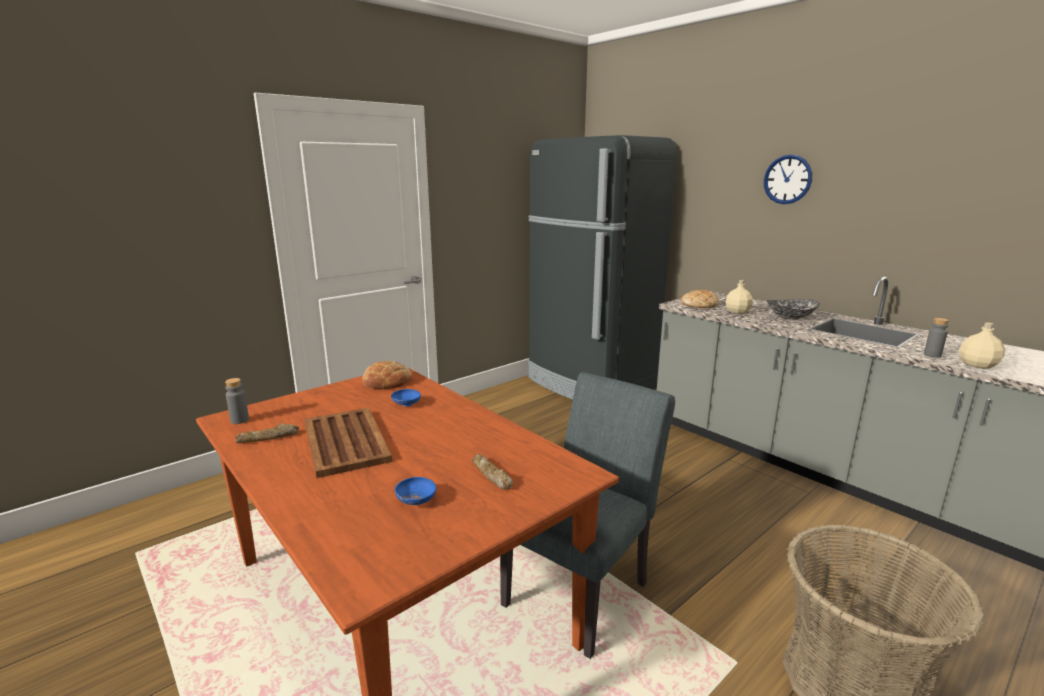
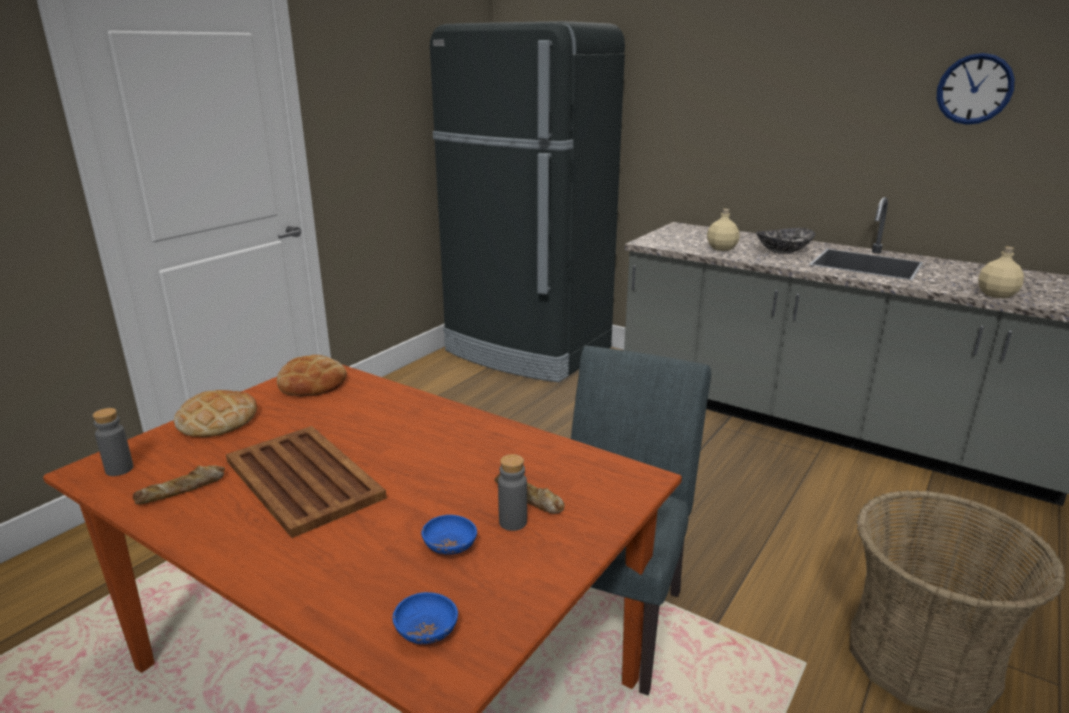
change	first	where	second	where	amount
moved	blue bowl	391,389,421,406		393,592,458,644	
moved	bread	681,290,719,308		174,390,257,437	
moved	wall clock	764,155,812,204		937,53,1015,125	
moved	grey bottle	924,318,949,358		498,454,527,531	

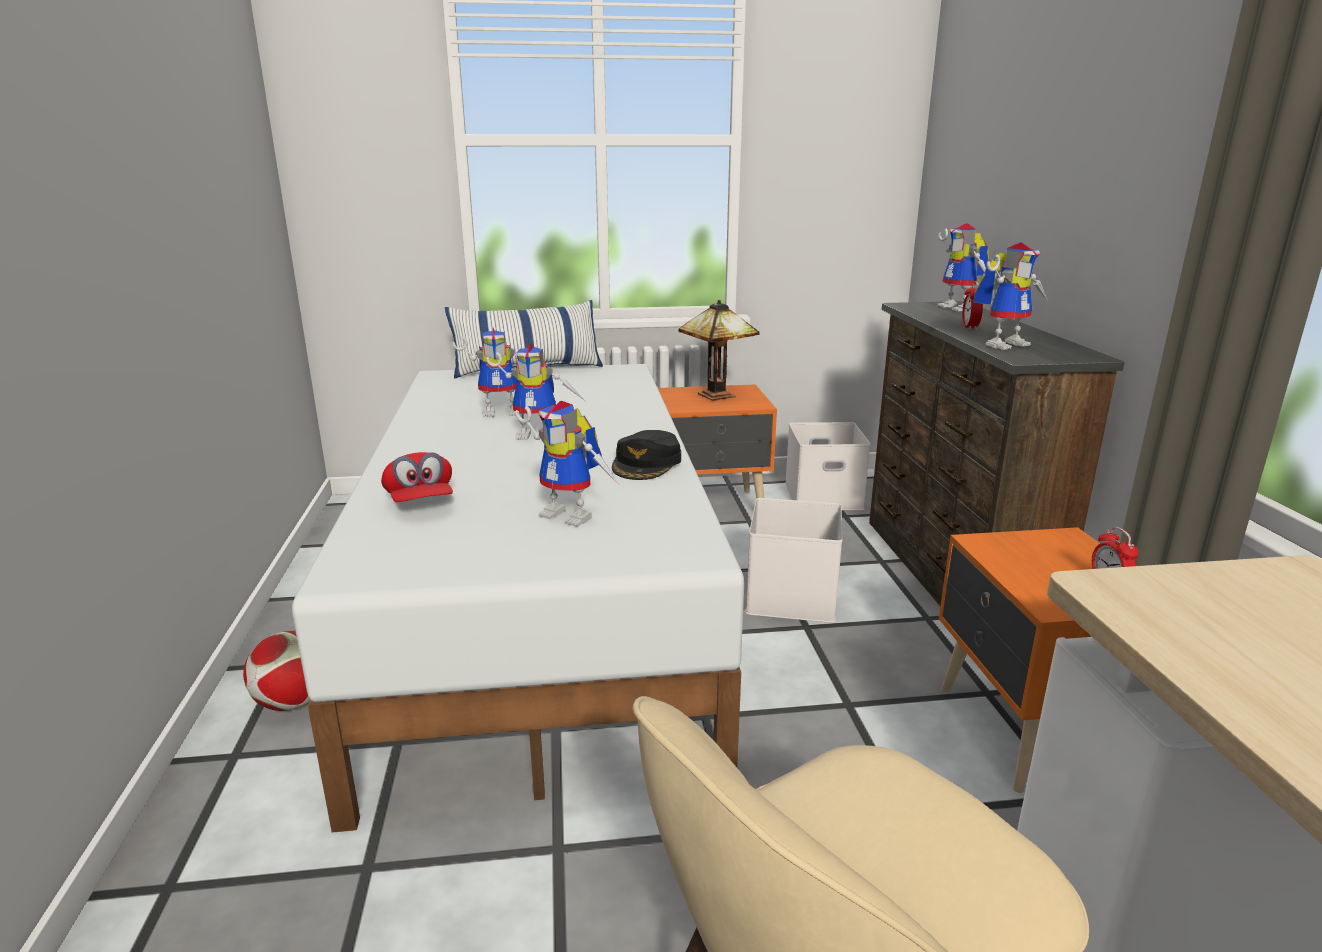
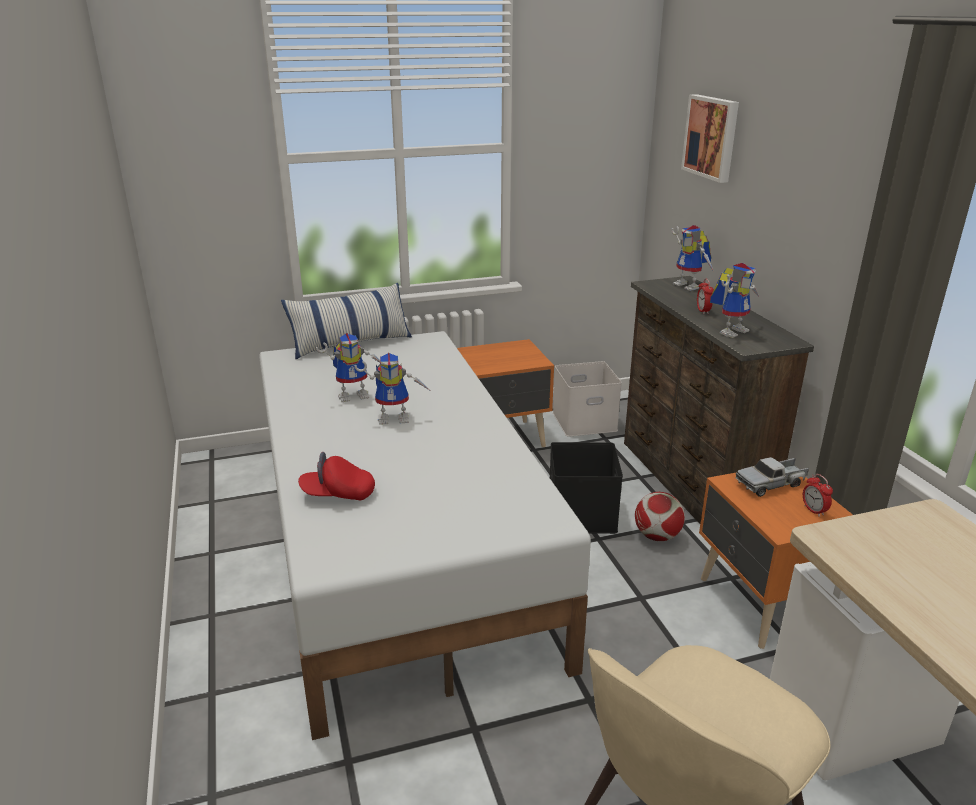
change	first	where	second	where	amount
moved	football	243,631,310,711		635,492,685,541	
turned	red cap	381,452,453,502		298,452,375,500	120 degrees clockwise
removed	toy robot	515,401,620,527			
removed	black cap	612,430,681,480			
removed	table lamp	678,300,760,401			
recoloured	white storage box	745,498,843,623	black storage box	550,442,623,534	
added			picture	681,94,739,183	
added			toy truck	736,457,809,497	

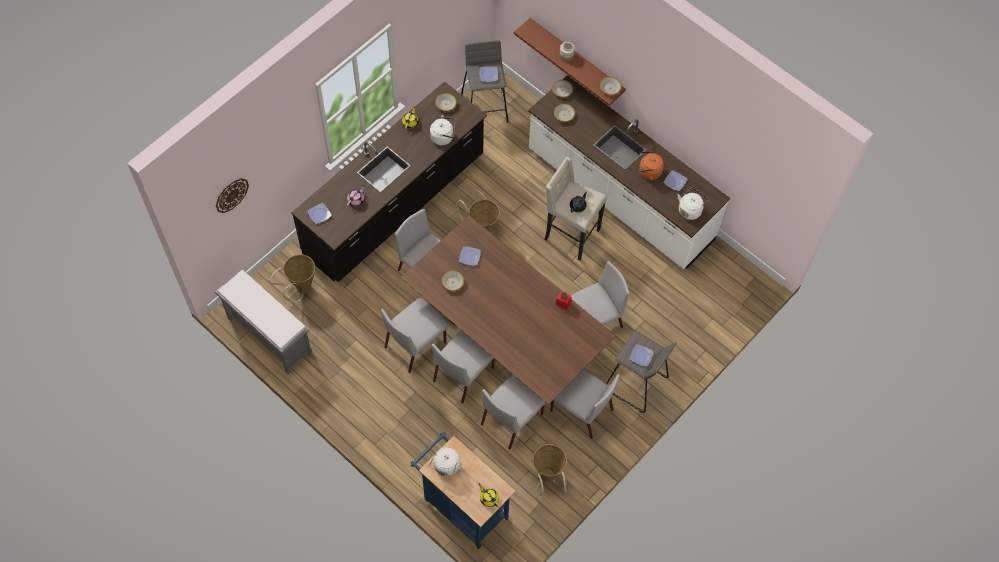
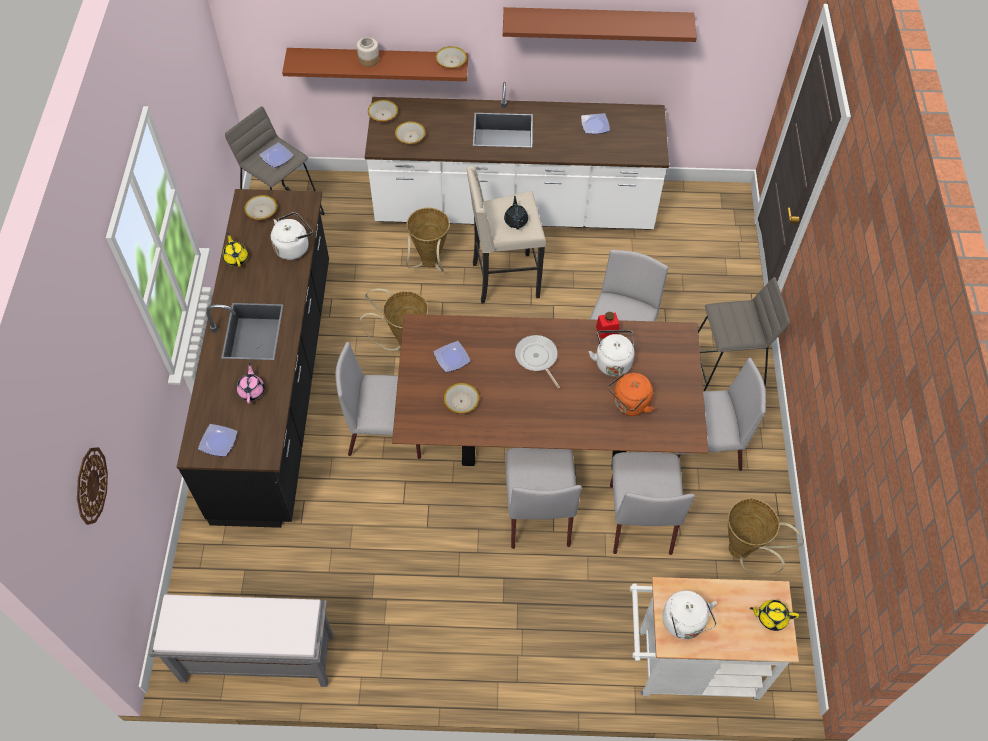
change	first	where	second	where	amount
moved	basket	269,254,315,302		406,207,450,272	
removed	grey chair	381,298,448,373			
recoloured	blue cart	411,432,515,549	white cart	630,577,799,701	
removed	plate	630,344,654,367			
moved	orange kettle	639,151,664,181		608,373,654,416	
moved	white kettle	678,187,709,220		589,330,635,377	
added			brown shelf	503,7,697,42	
added			frying pan	515,335,560,388	

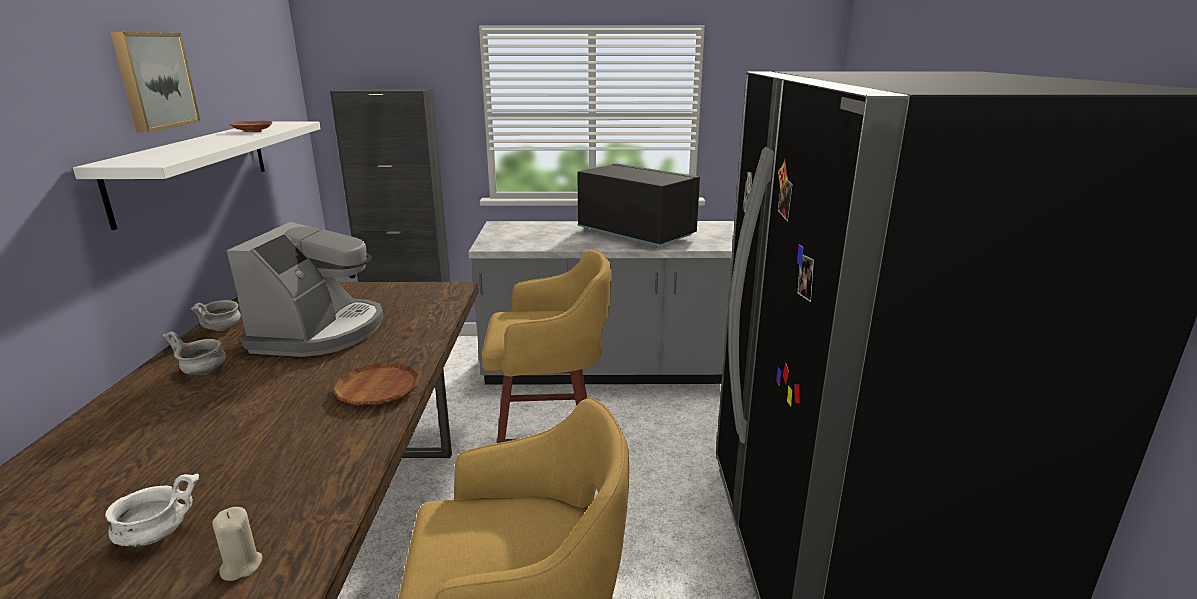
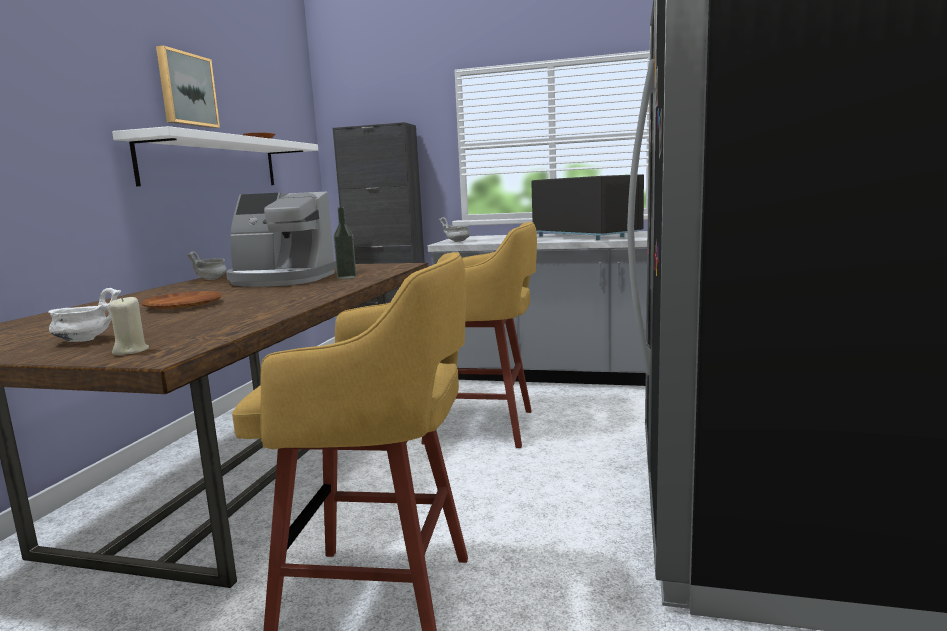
change	first	where	second	where	amount
moved	grey bowl	162,332,226,375		439,217,470,242	
turned	coffee machine	227,222,383,357		226,192,336,287	75 degrees clockwise
moved	brown plate	332,363,420,406		141,291,222,309	
added			bottle	334,207,356,279	

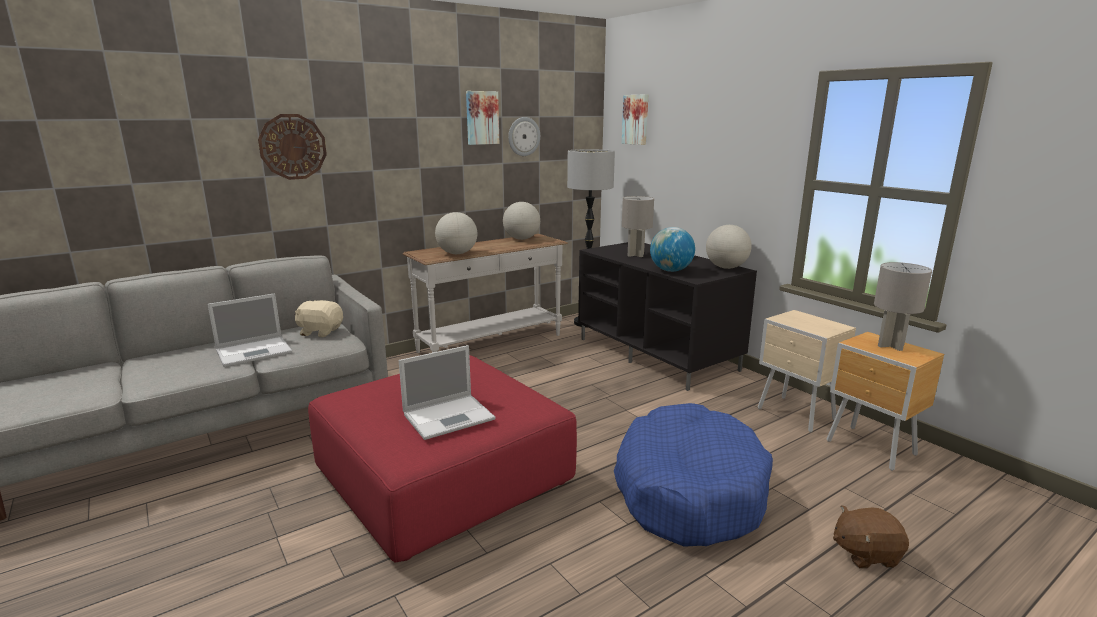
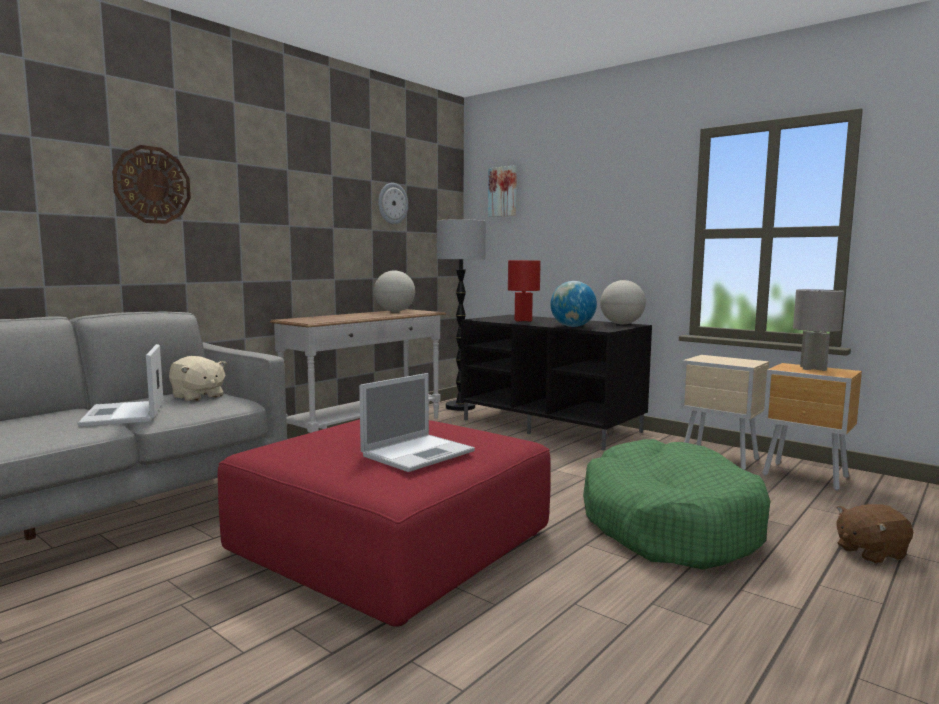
change	first	where	second	where	amount
turned	laptop	207,293,292,367		77,344,163,427	120 degrees clockwise
turned	beige plush toy	295,300,343,337		169,356,227,402	135 degrees counterclockwise
removed	globe	435,212,477,254			
removed	picture	466,91,499,145			
recoloured	blue dog bed	614,403,773,547	green dog bed	583,439,771,570	
recoloured	grey table lamp	622,196,654,257	red table lamp	508,260,541,321	

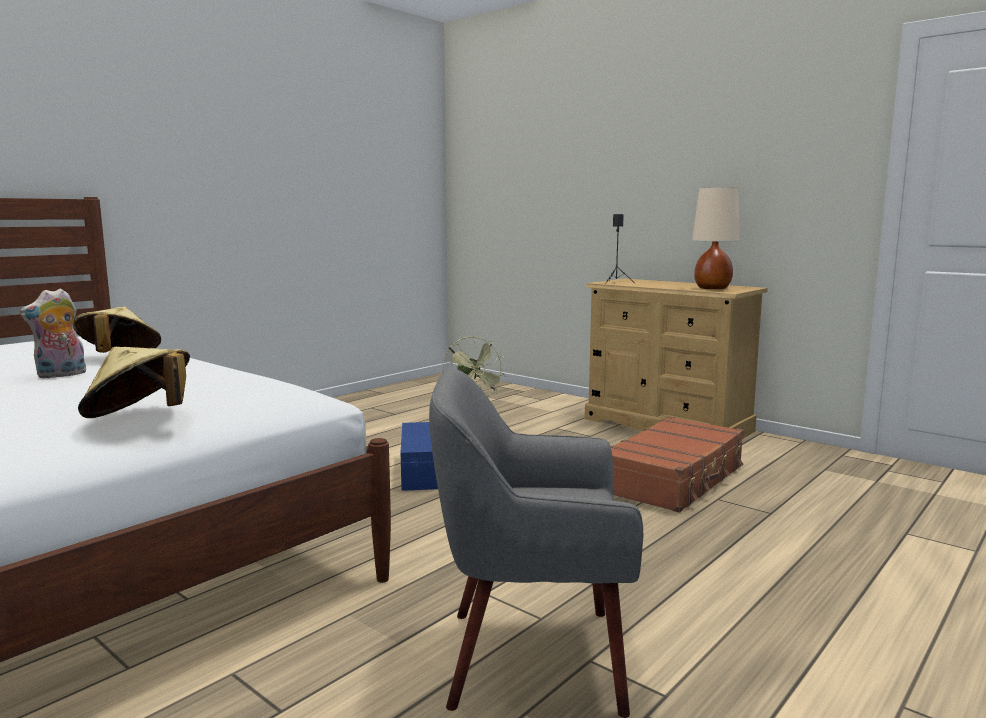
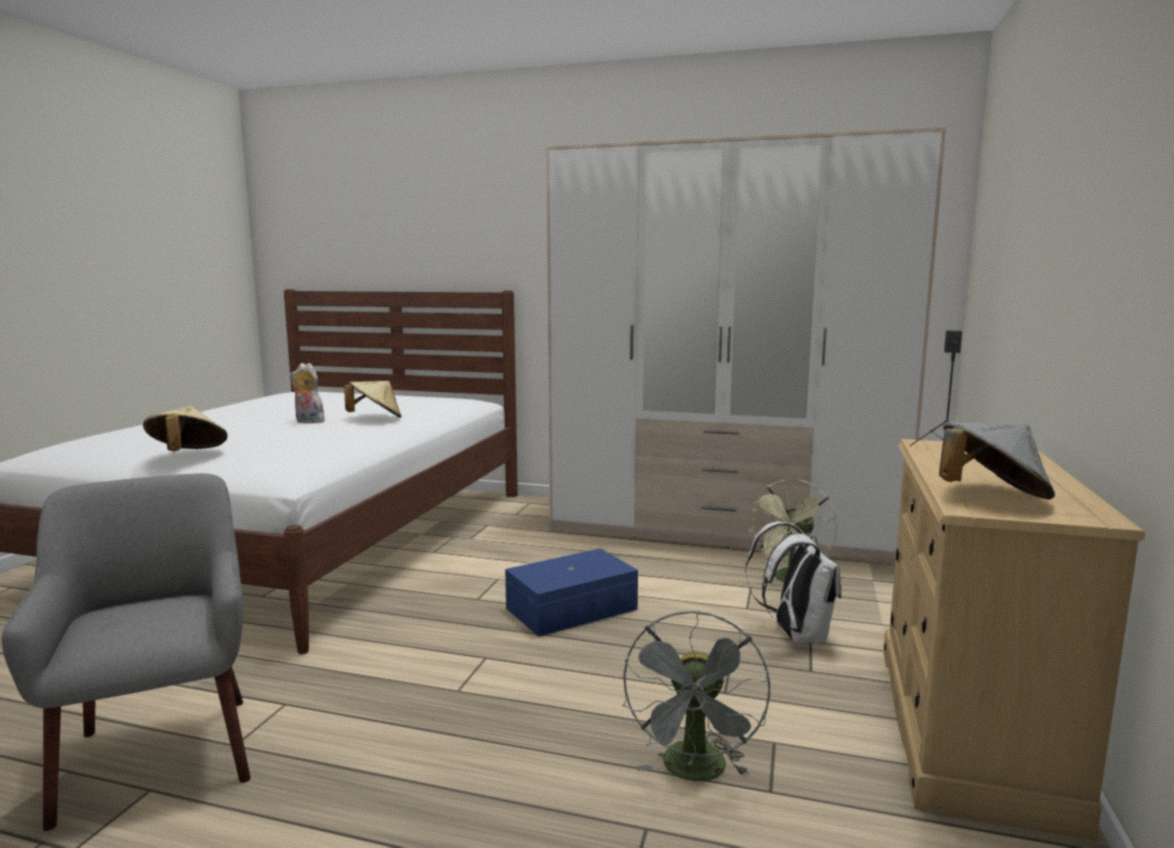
change	first	where	second	where	amount
replaced	brown suitcase	610,416,744,513	grey fan	623,611,770,781	
replaced	beige table lamp	692,187,739,289	grey hat	939,422,1055,500	
added			wardrobe	546,127,946,563	
added			white backpack	745,522,841,643	

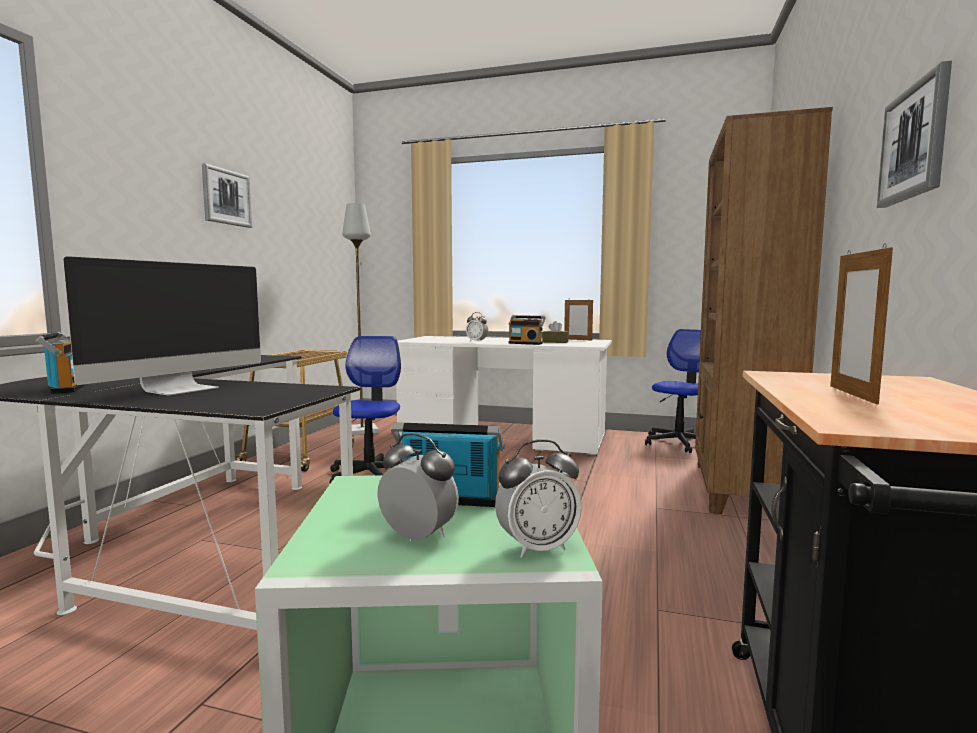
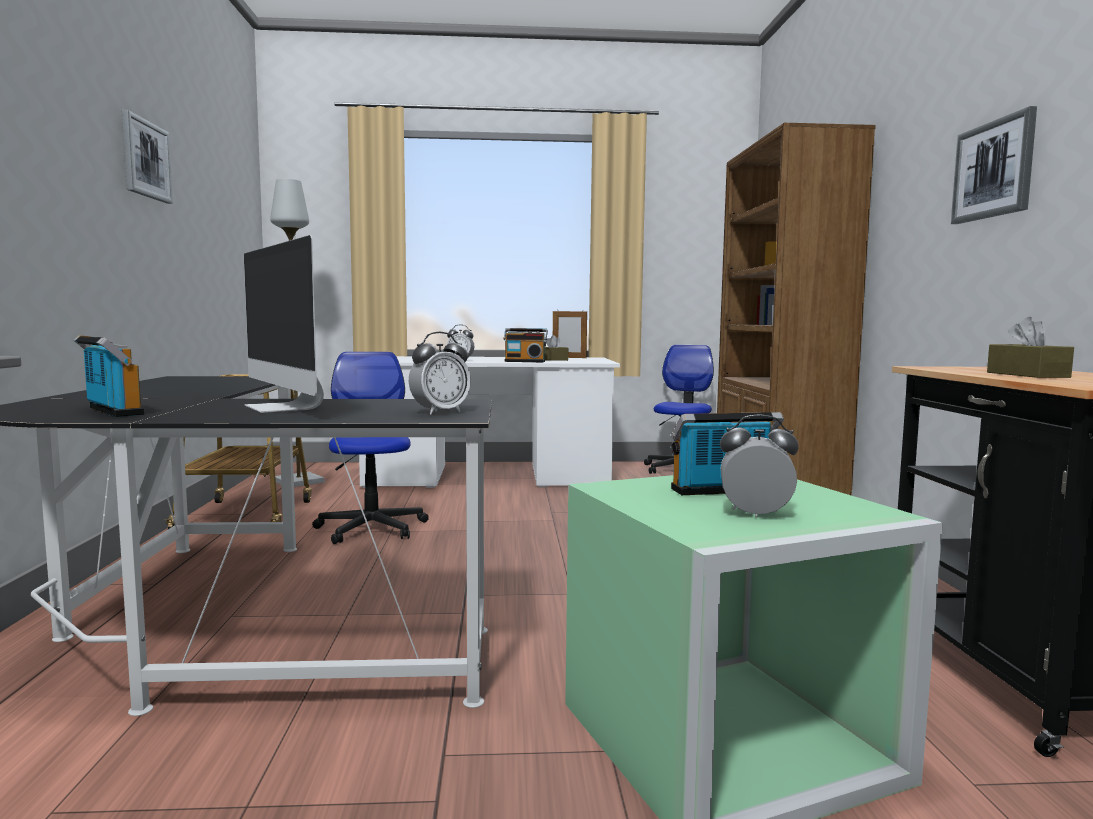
change	first	where	second	where	amount
turned	monitor	63,256,261,396		244,235,324,413	135 degrees clockwise
moved	alarm clock	495,439,582,558		409,332,471,415	
replaced	picture frame	830,243,893,405	brown tissue box	987,317,1074,378	

